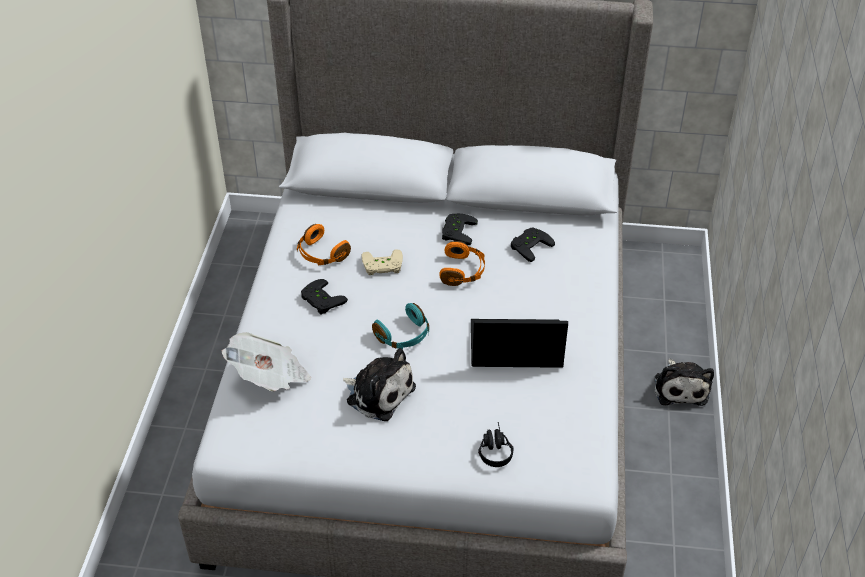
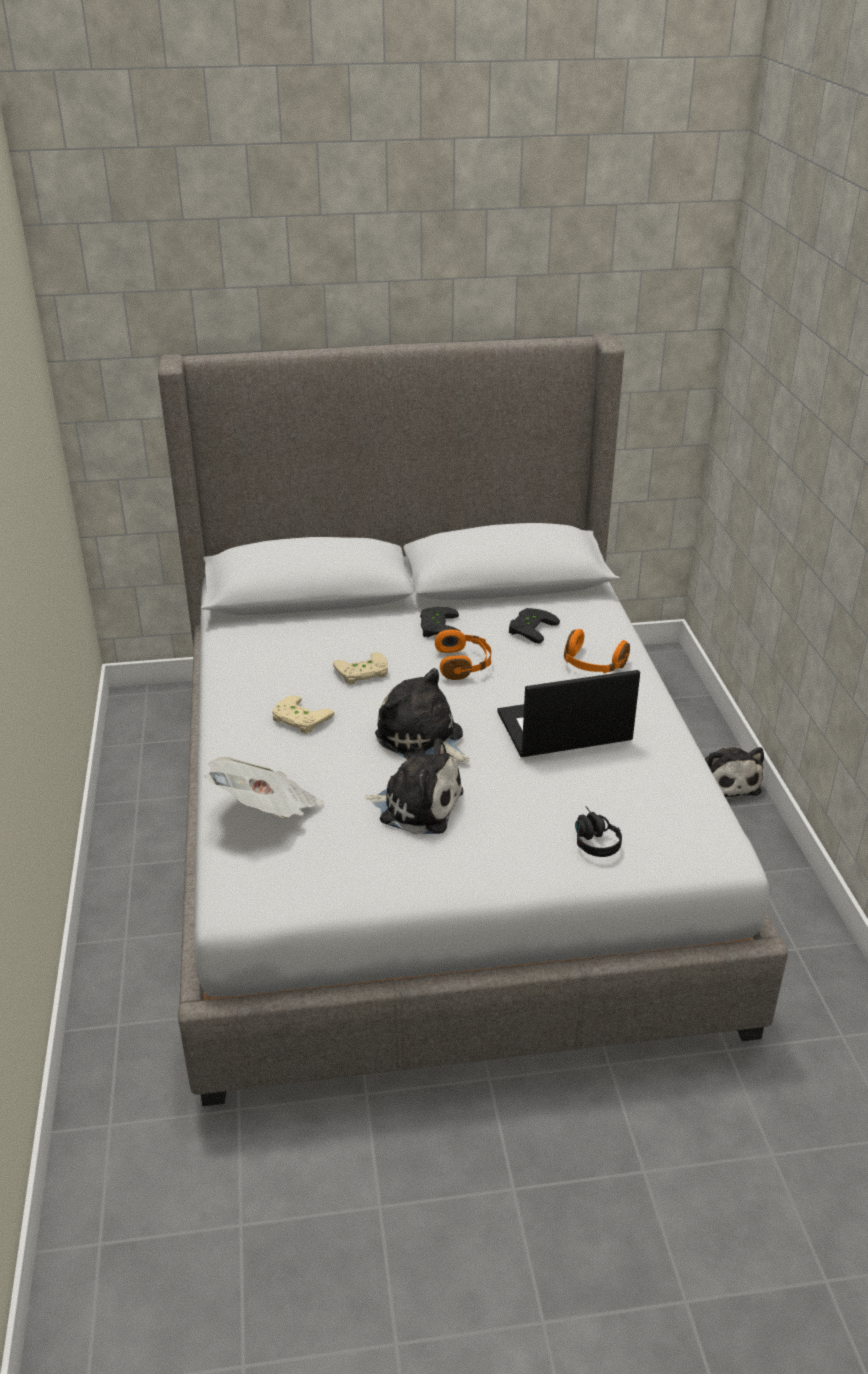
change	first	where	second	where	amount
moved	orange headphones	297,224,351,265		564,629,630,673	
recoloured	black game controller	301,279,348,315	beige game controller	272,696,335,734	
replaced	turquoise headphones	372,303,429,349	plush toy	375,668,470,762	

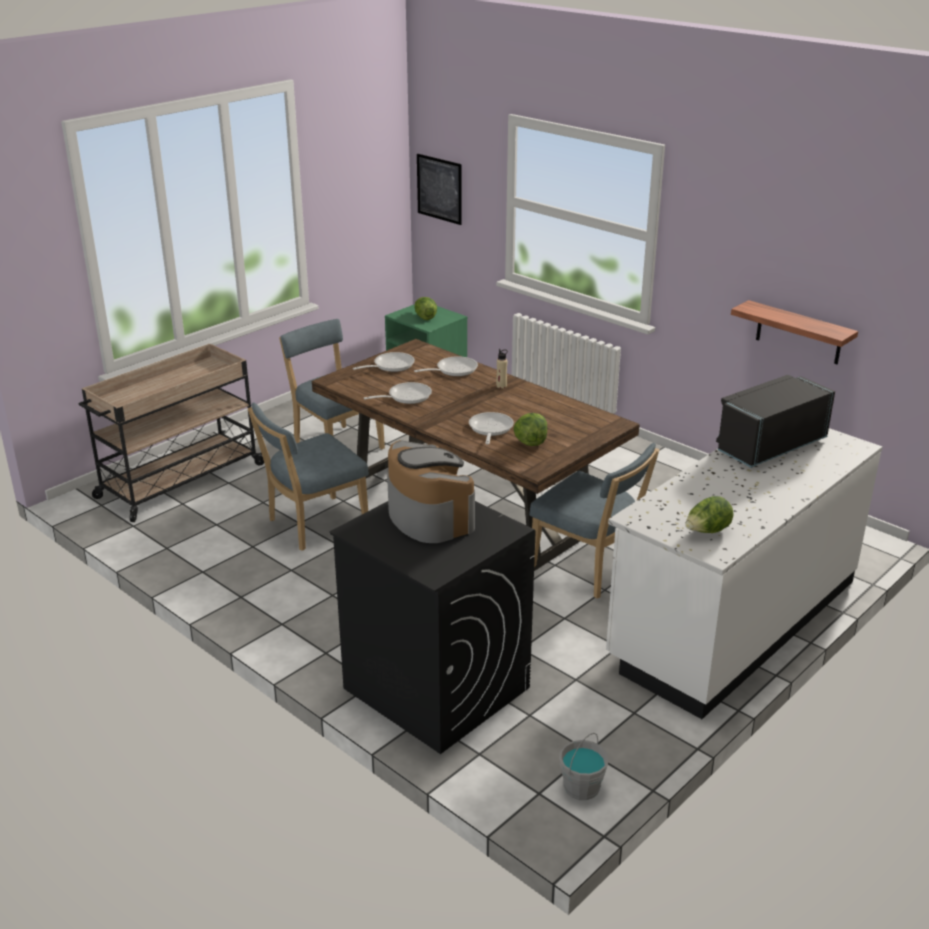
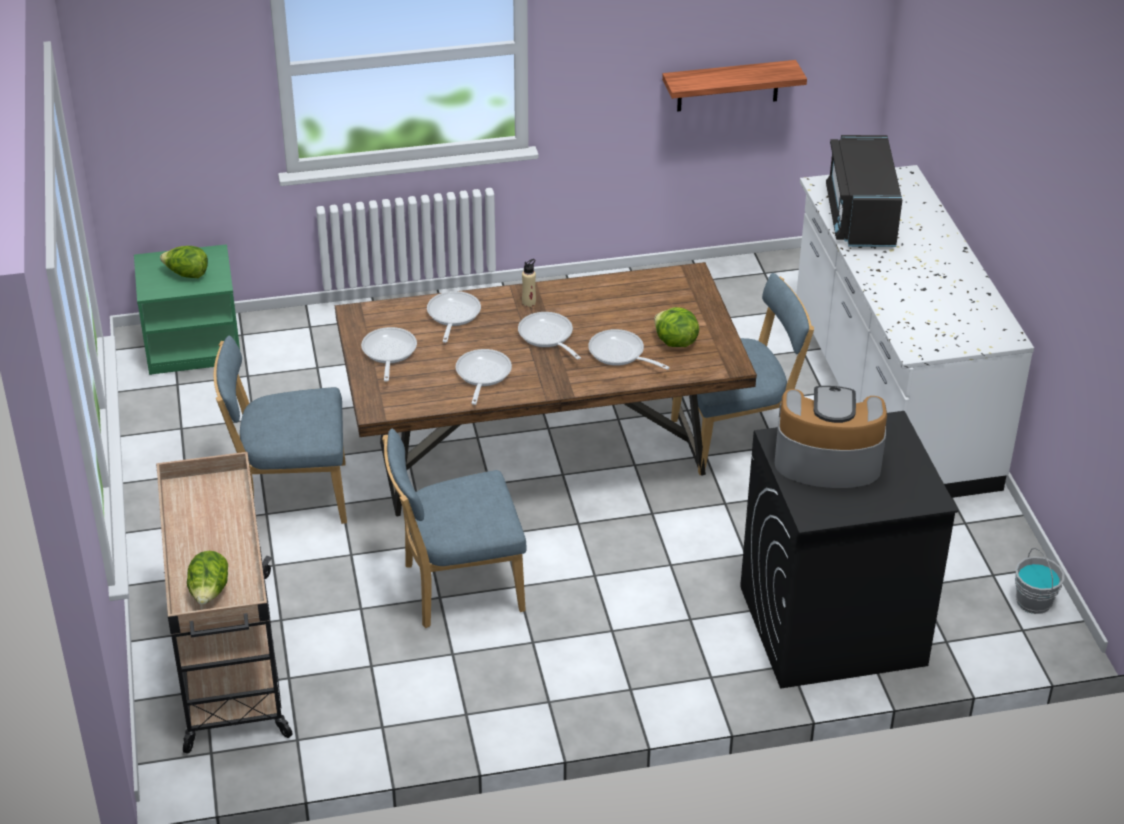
change	first	where	second	where	amount
turned	blue chair	248,402,369,551		382,429,526,628	75 degrees clockwise
removed	picture	417,154,462,225			
moved	lettuce	685,496,733,533		187,551,228,605	
added			frying pan	518,312,581,360	

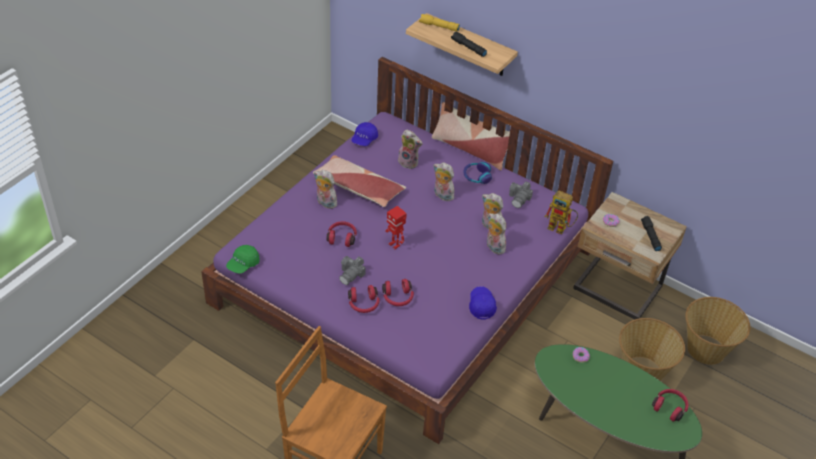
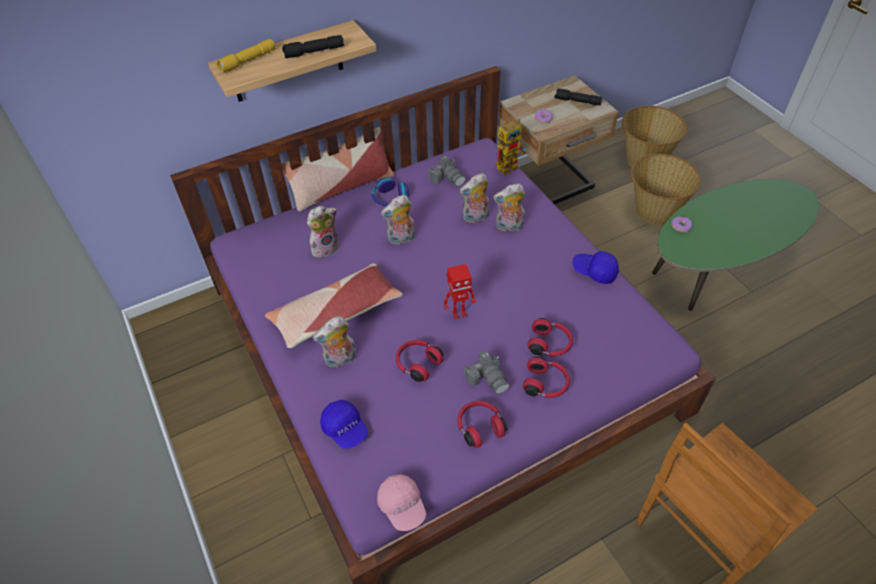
change	first	where	second	where	amount
recoloured	green cap	226,245,260,274	pink cap	377,474,426,531	
moved	blue cap	351,122,378,146		320,400,368,449	
moved	red headphones	652,389,689,422		457,401,507,448	

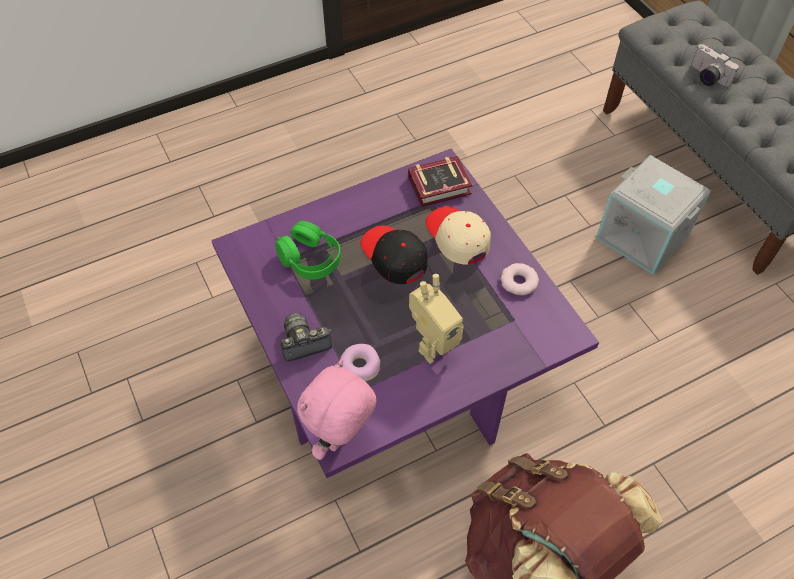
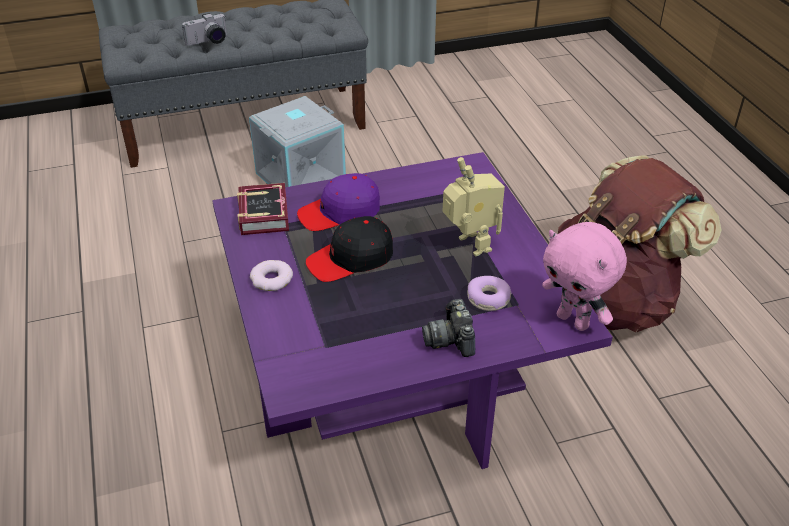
change	first	where	second	where	amount
removed	green headphones	275,221,341,280			
recoloured	beige cap	426,206,491,265	purple cap	297,173,380,231	
moved	donut	500,263,539,295		250,260,293,291	

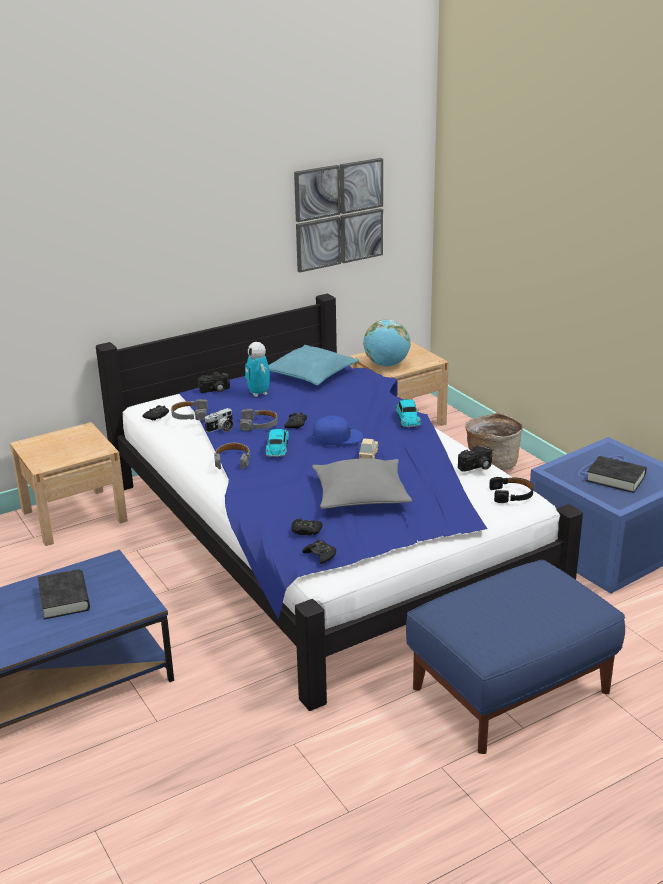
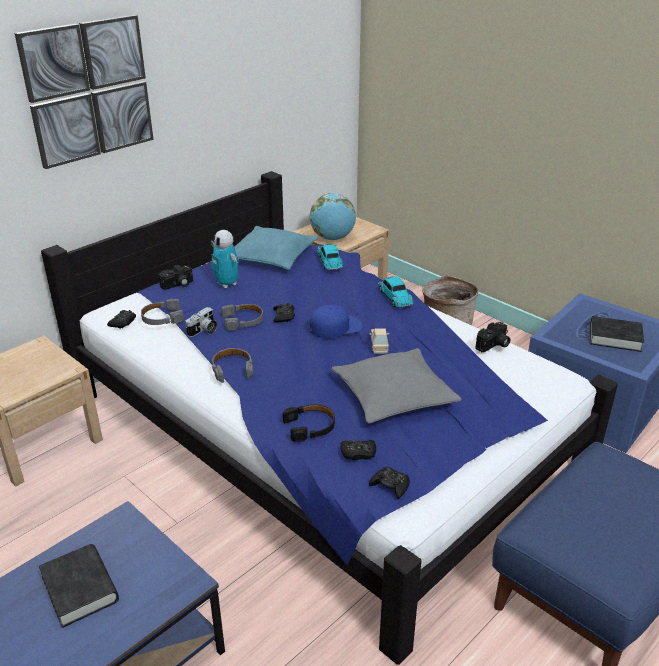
change	first	where	second	where	amount
moved	toy car	266,429,289,457		317,245,343,270	
moved	picture	294,158,383,272		14,15,154,169	
moved	black headphones	489,477,534,503		283,404,335,442	

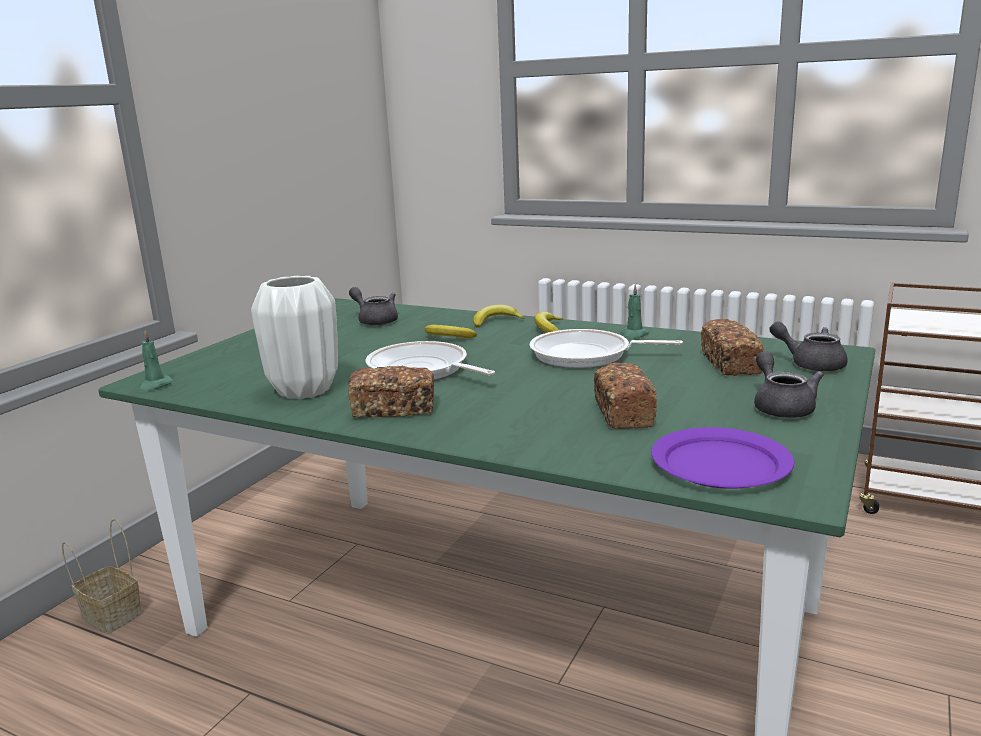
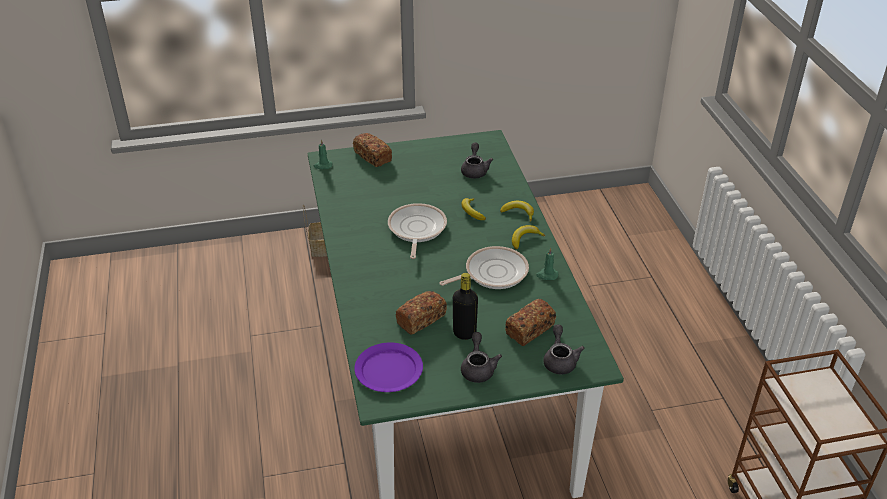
change	first	where	second	where	amount
removed	white vase	251,276,338,399			
moved	bread	348,366,434,418		353,133,392,167	
turned	frying pan	529,329,683,368		440,246,529,289	90 degrees clockwise
turned	grey teapot	754,351,823,418		461,332,502,383	45 degrees counterclockwise
added			black bottle	453,273,478,340	

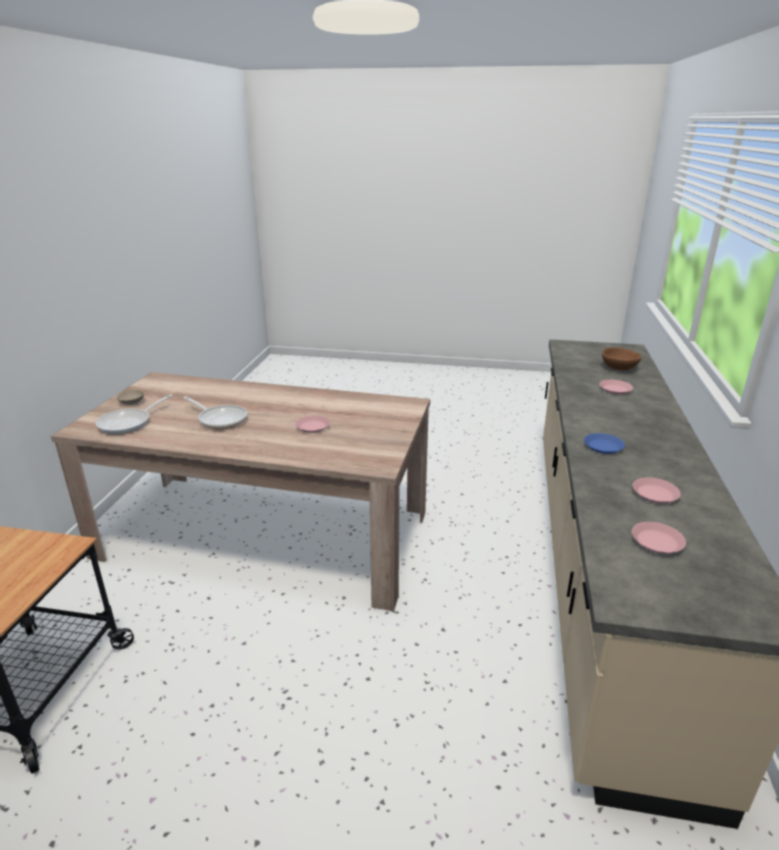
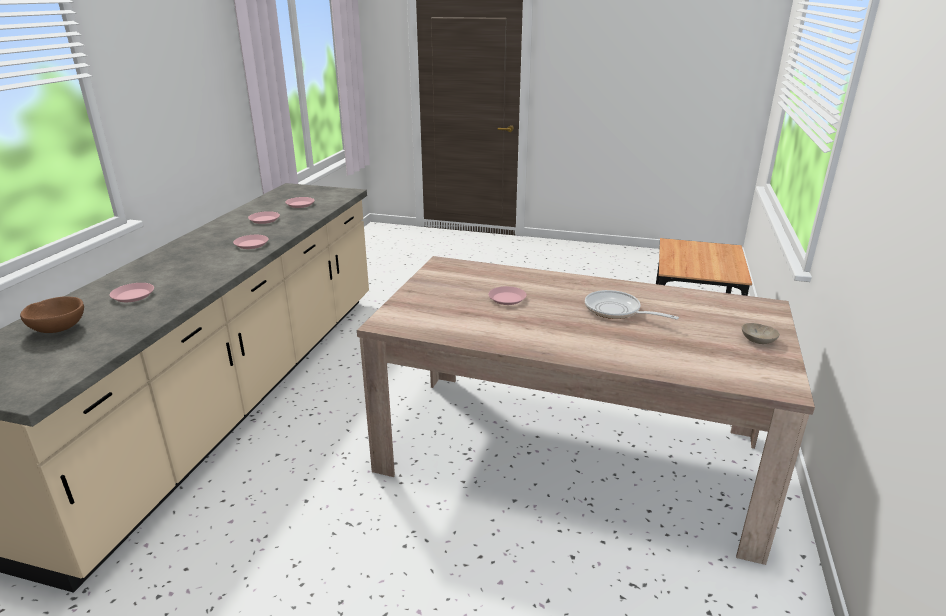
change	first	where	second	where	amount
removed	frying pan	95,394,173,434			
recoloured	blue plate	584,433,625,454	pink plate	233,235,269,249	

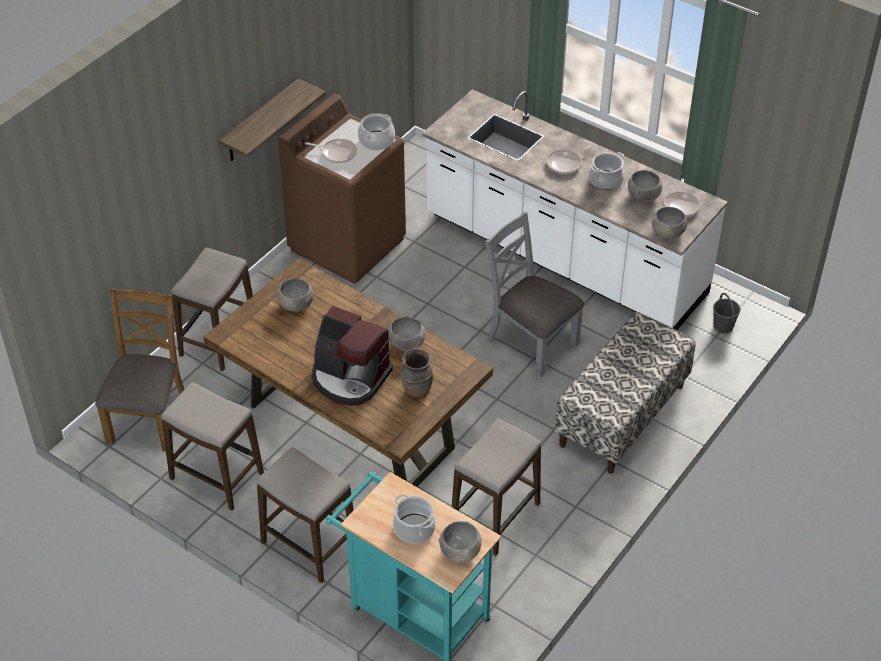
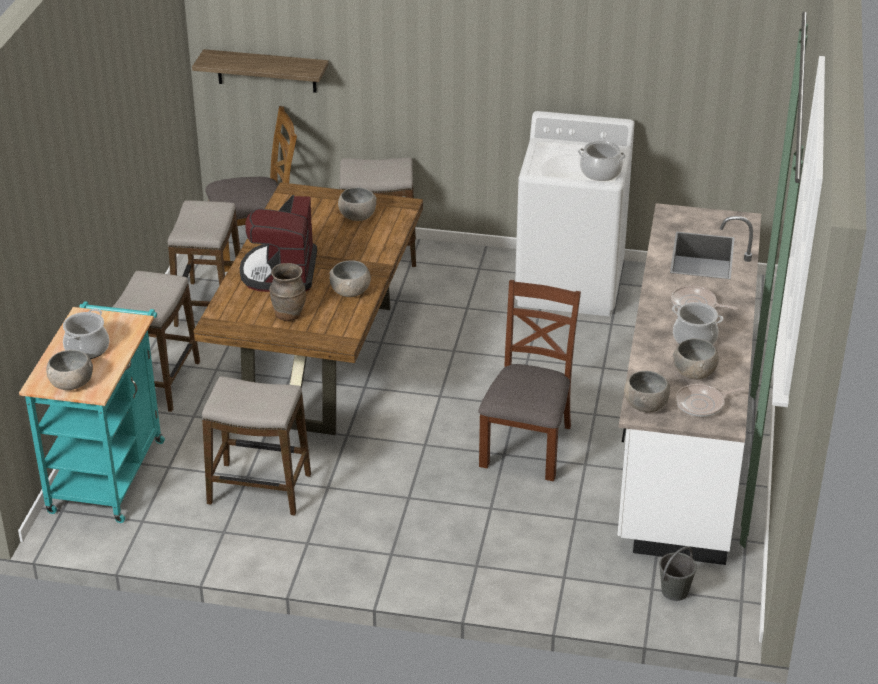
change	first	where	second	where	amount
moved	shelf	219,78,326,161		192,49,329,93	
recoloured	brown washing machine	278,94,406,284	white washing machine	515,111,635,316	
removed	frying pan	305,139,357,163			
recoloured	grey chair	485,212,584,377	brown chair	478,280,581,481	
removed	bench	555,312,696,474			

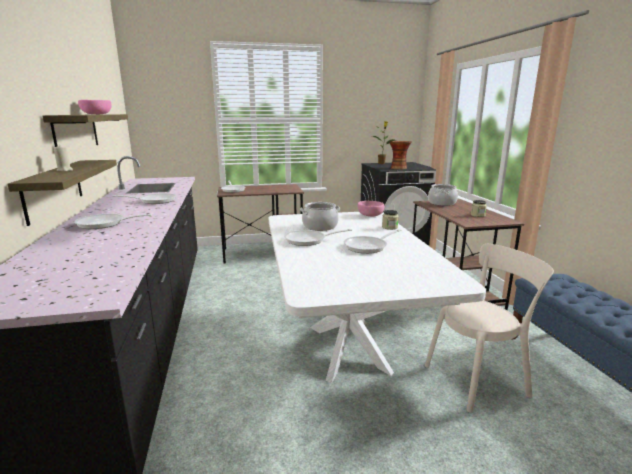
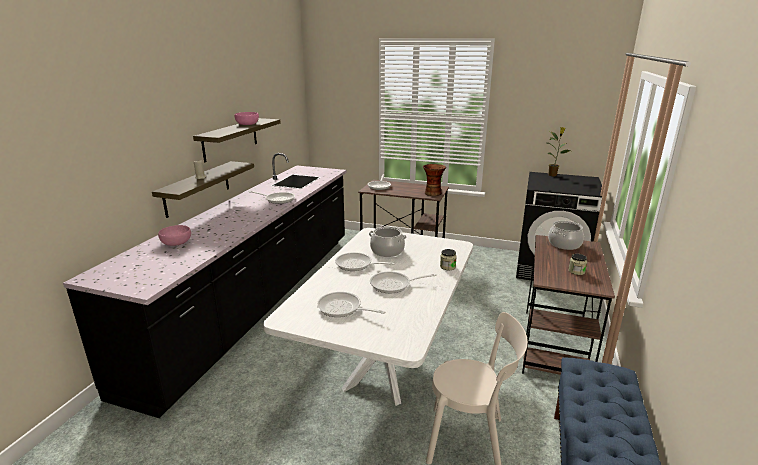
change	first	where	second	where	amount
moved	frying pan	74,214,152,229		317,292,385,317	
moved	pink bowl	358,201,385,216		158,225,191,246	
moved	vase	389,141,412,170		423,164,446,196	

